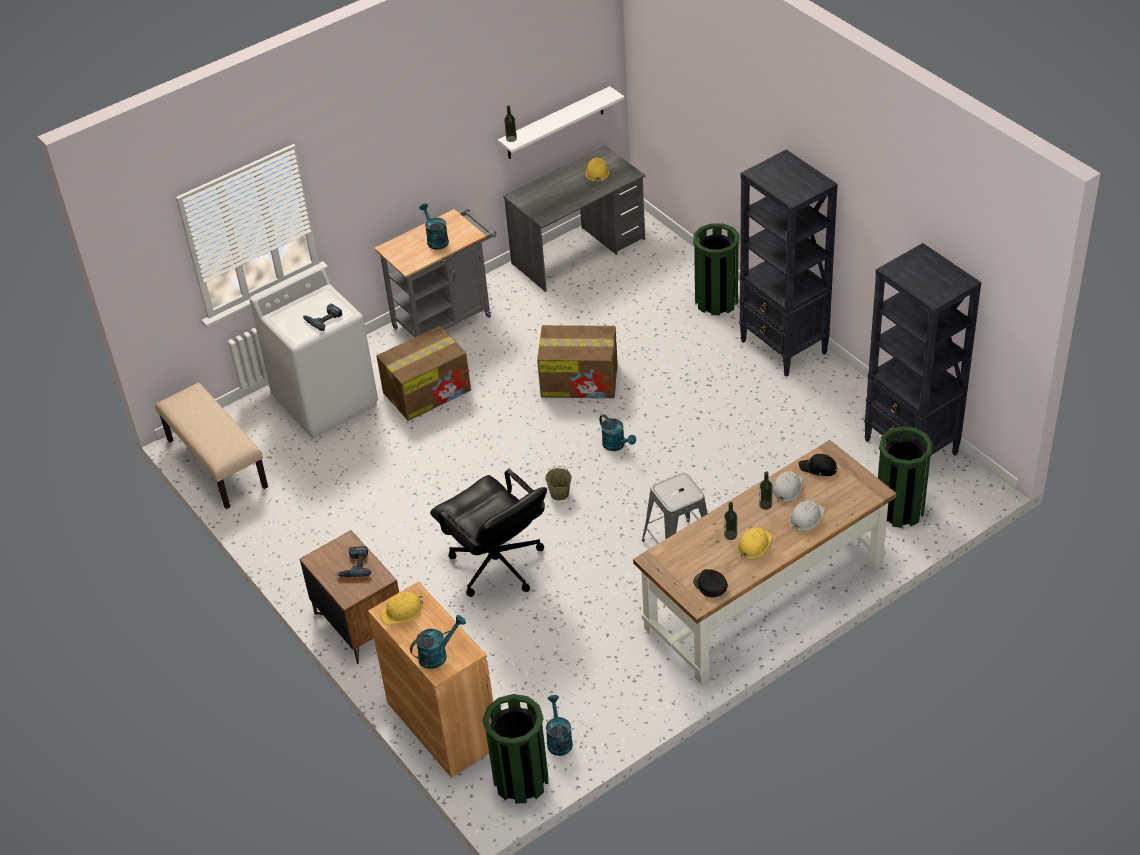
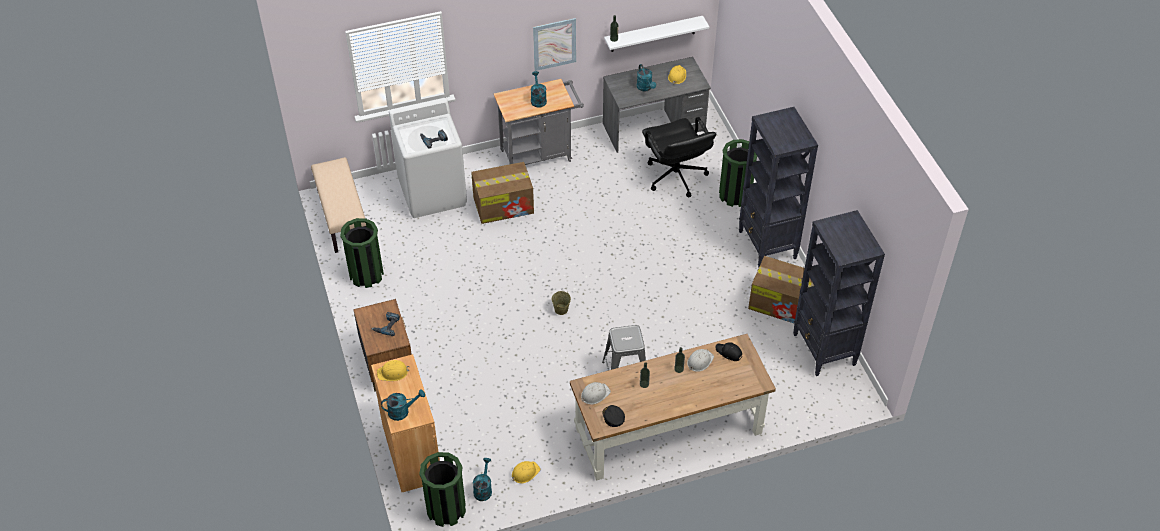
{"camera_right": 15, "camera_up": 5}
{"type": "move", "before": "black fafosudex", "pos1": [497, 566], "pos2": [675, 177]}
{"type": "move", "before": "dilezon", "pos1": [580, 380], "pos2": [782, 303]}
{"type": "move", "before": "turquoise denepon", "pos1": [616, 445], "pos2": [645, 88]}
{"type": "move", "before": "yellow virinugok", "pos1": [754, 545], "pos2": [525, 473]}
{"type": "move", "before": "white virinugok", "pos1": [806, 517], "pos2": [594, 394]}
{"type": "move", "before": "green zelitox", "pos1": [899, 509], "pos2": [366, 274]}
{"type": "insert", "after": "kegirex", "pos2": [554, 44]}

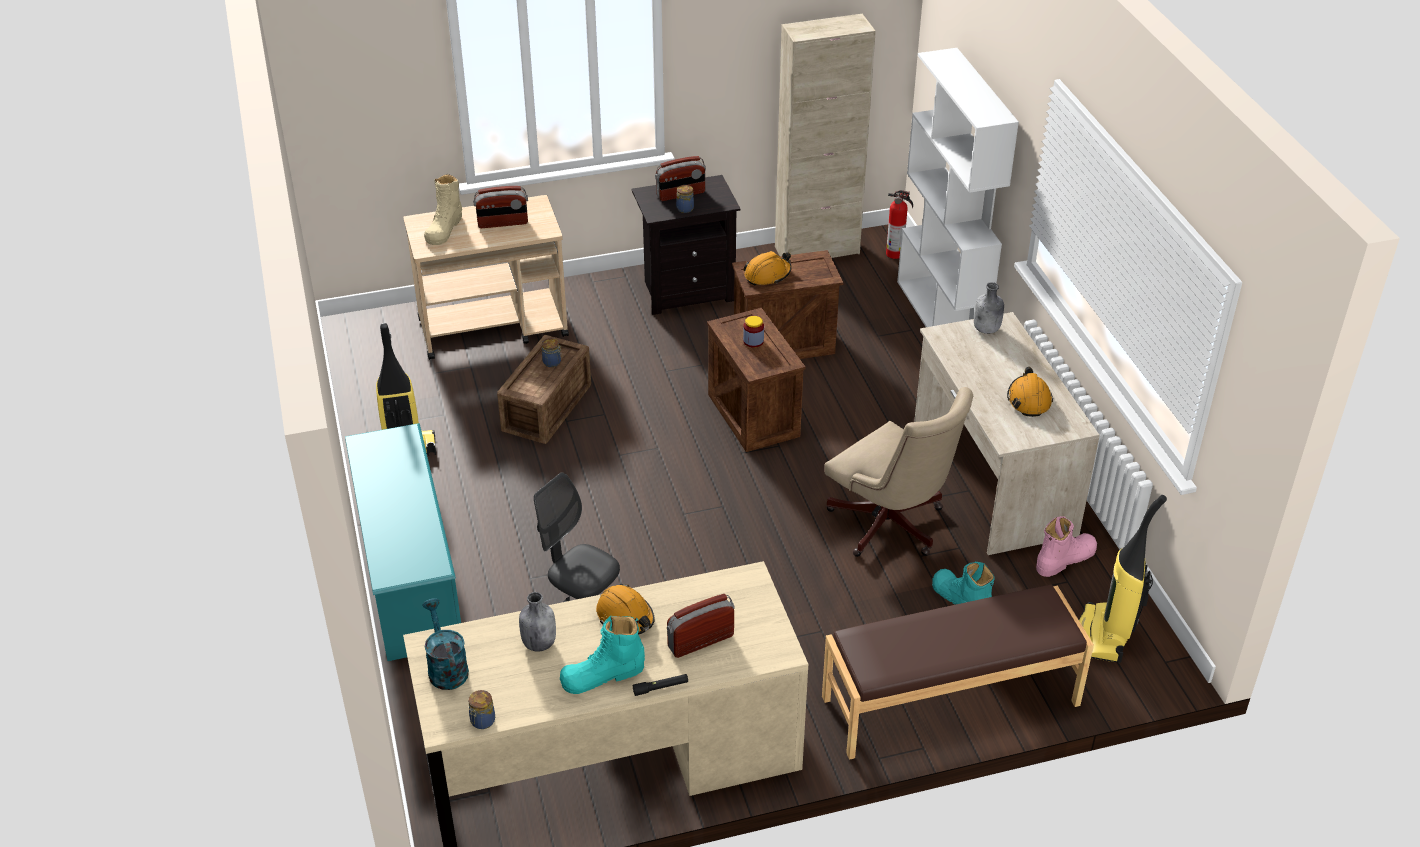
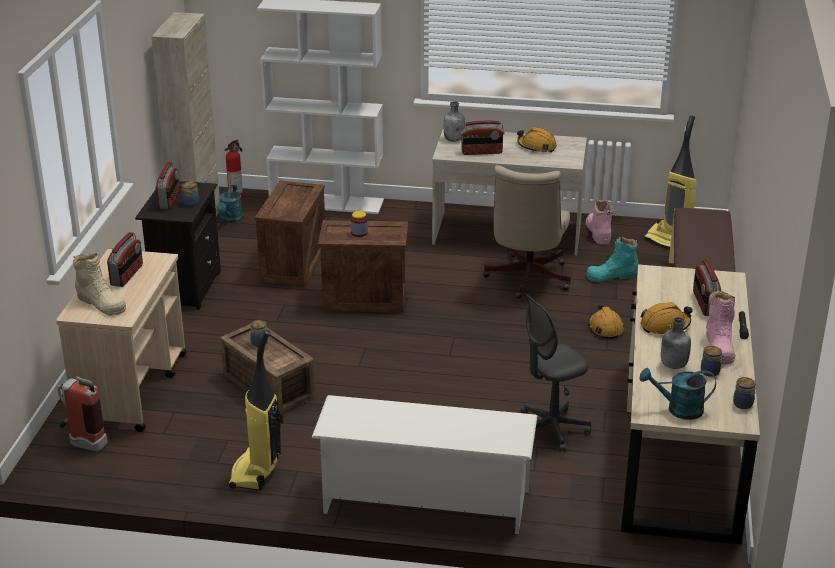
{"camera_right": -65, "camera_up": -10}
{"type": "recolor", "before": "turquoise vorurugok", "after": "white vorurugok", "pos1": [409, 577], "pos2": [424, 501]}
{"type": "recolor", "before": "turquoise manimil", "after": "pink manimil", "pos1": [603, 675], "pos2": [719, 347]}
{"type": "move", "before": "orange virinugok", "pos1": [767, 275], "pos2": [605, 328]}
{"type": "rotate", "before": "beige fafosudex", "pos1": [891, 527], "pos2": [526, 280], "turn": 120}
{"type": "insert", "after": "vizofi", "pos2": [82, 443]}
{"type": "insert", "after": "turquoise denepon", "pos2": [230, 220]}
{"type": "insert", "after": "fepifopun", "pos2": [481, 152]}
{"type": "insert", "after": "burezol", "pos2": [711, 372]}

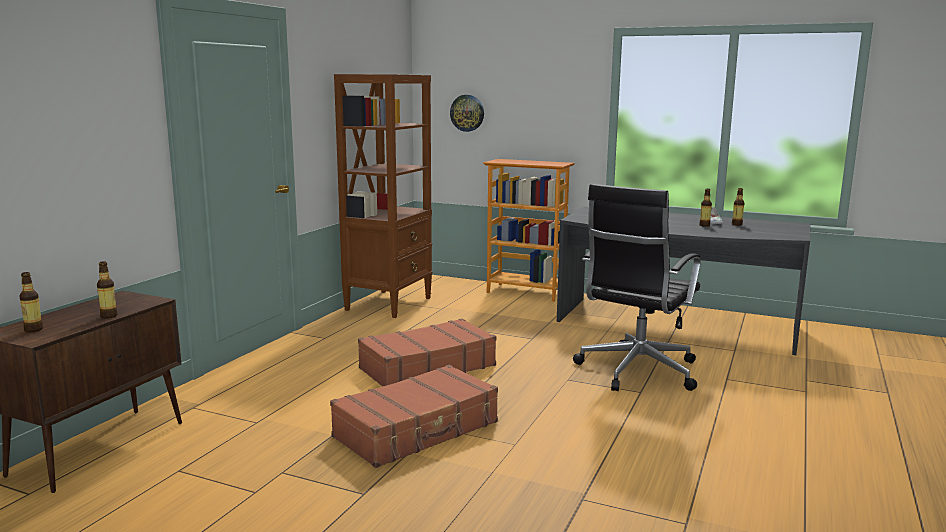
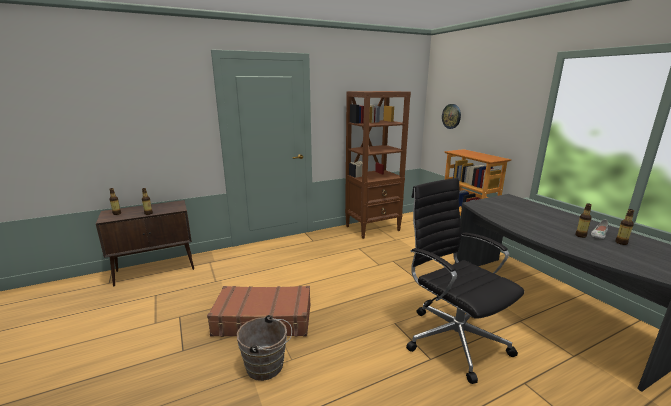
{"camera_right": 40, "camera_up": 5}
{"type": "delete", "before": "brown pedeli", "pos1": [426, 367]}
{"type": "rotate", "before": "black fafosudex", "pos1": [636, 371], "pos2": [453, 338], "turn": 75}
{"type": "insert", "after": "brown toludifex", "pos2": [267, 366]}

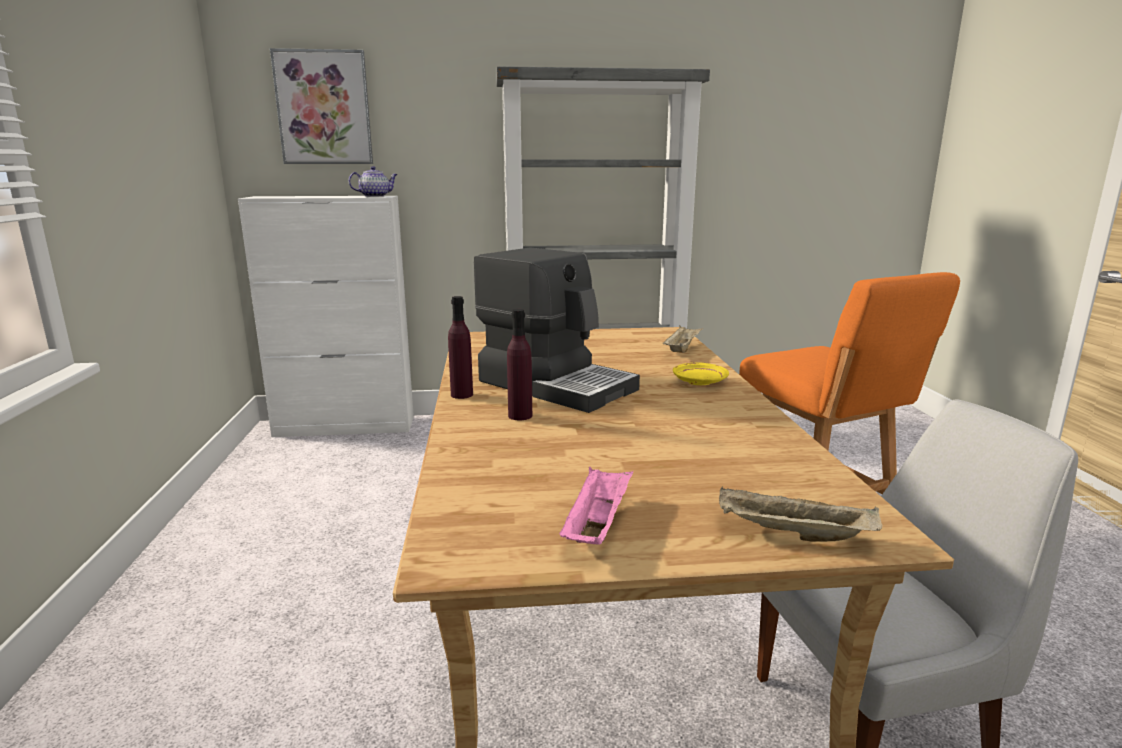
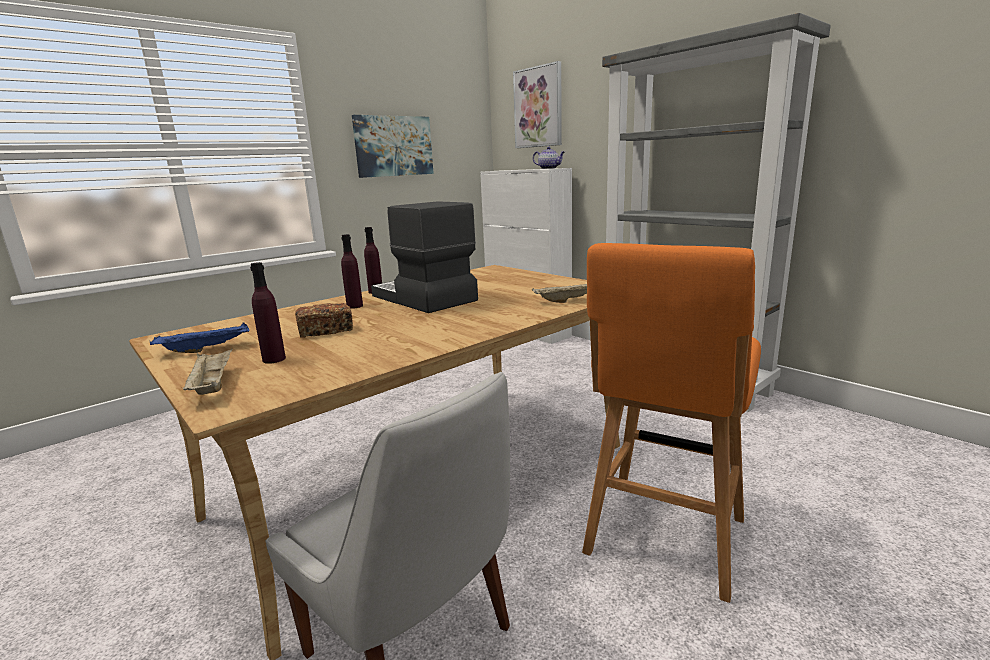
{"camera_right": 55, "camera_up": 0}
{"type": "rotate", "before": "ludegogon", "pos1": [557, 384], "pos2": [423, 299], "turn": 135}
{"type": "recolor", "before": "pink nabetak", "after": "blue nabetak", "pos1": [597, 525], "pos2": [207, 349]}
{"type": "delete", "before": "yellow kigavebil", "pos1": [699, 382]}
{"type": "insert", "after": "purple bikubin", "pos2": [274, 359]}
{"type": "insert", "after": "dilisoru", "pos2": [326, 331]}
{"type": "insert", "after": "kegirex", "pos2": [393, 146]}

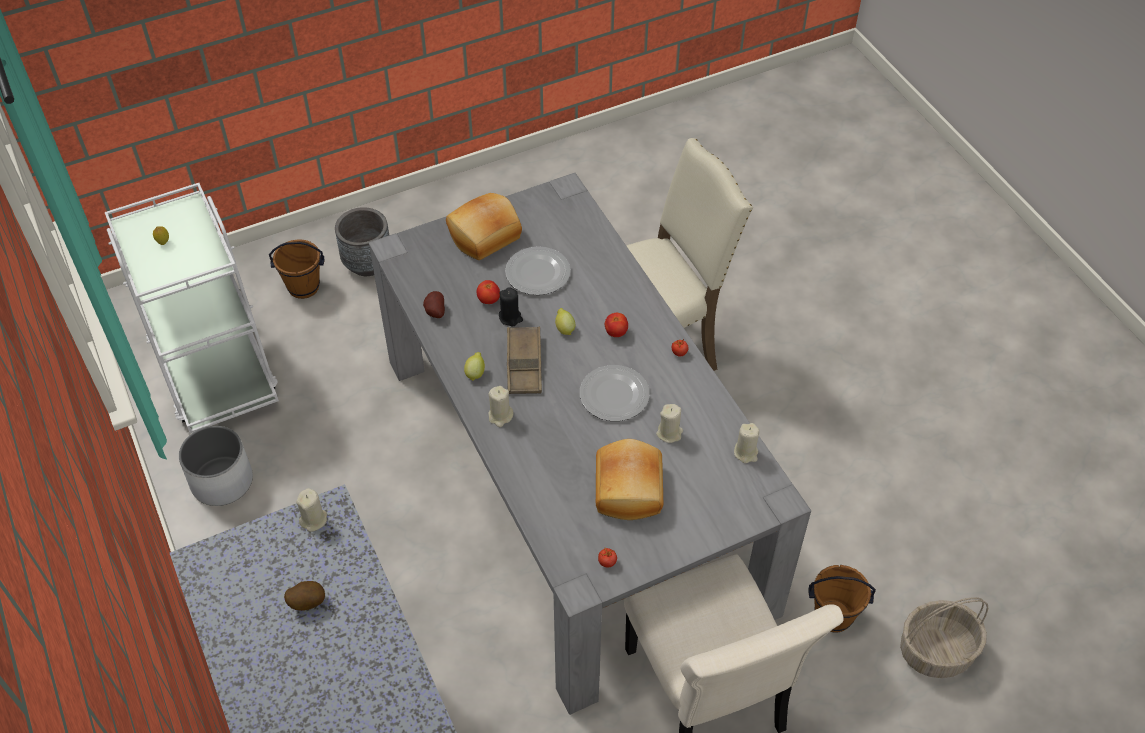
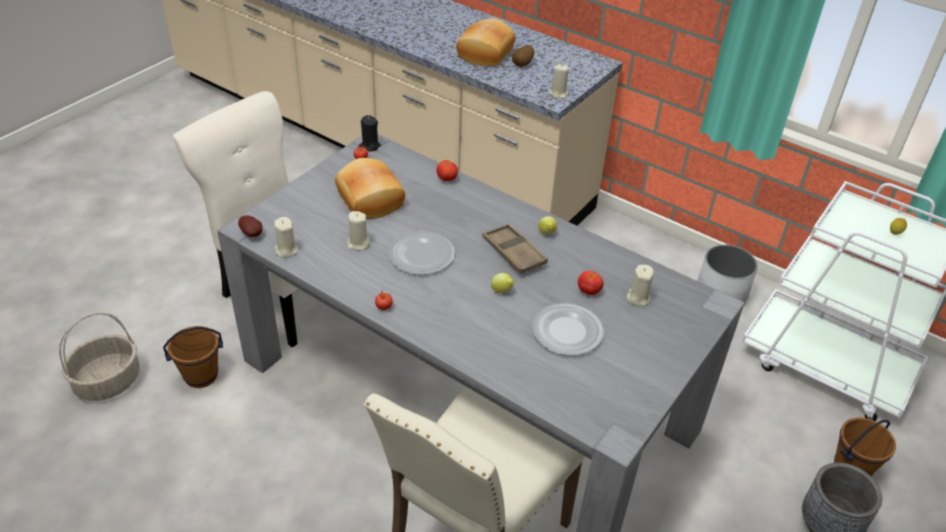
{"camera_right": 150, "camera_up": -10}
{"type": "move", "before": "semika", "pos1": [434, 312], "pos2": [252, 234]}
{"type": "move", "before": "dilisoru", "pos1": [485, 236], "pos2": [484, 53]}
{"type": "move", "before": "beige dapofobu", "pos1": [500, 416], "pos2": [638, 298]}
{"type": "move", "before": "black dapofobu", "pos1": [510, 317], "pos2": [369, 146]}
{"type": "move", "before": "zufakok", "pos1": [616, 332], "pos2": [447, 179]}

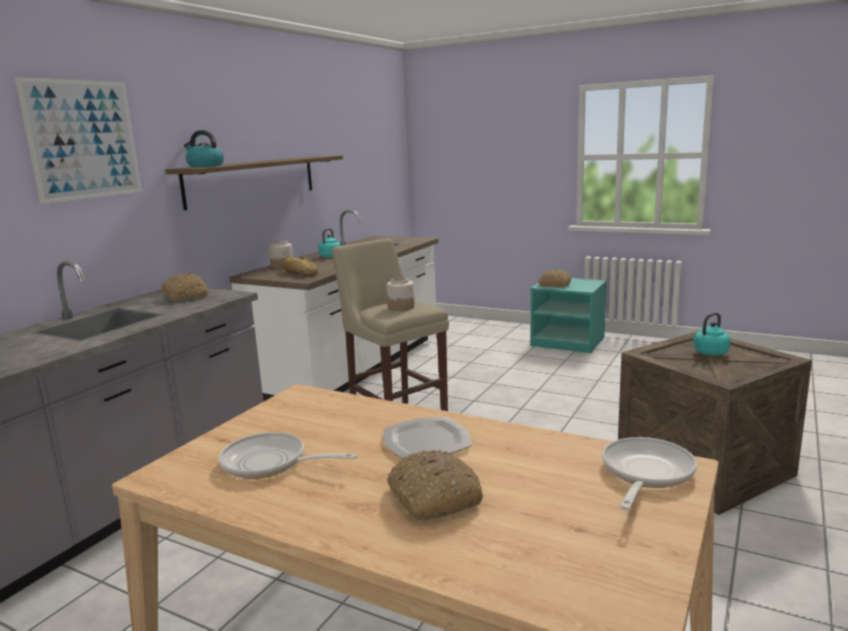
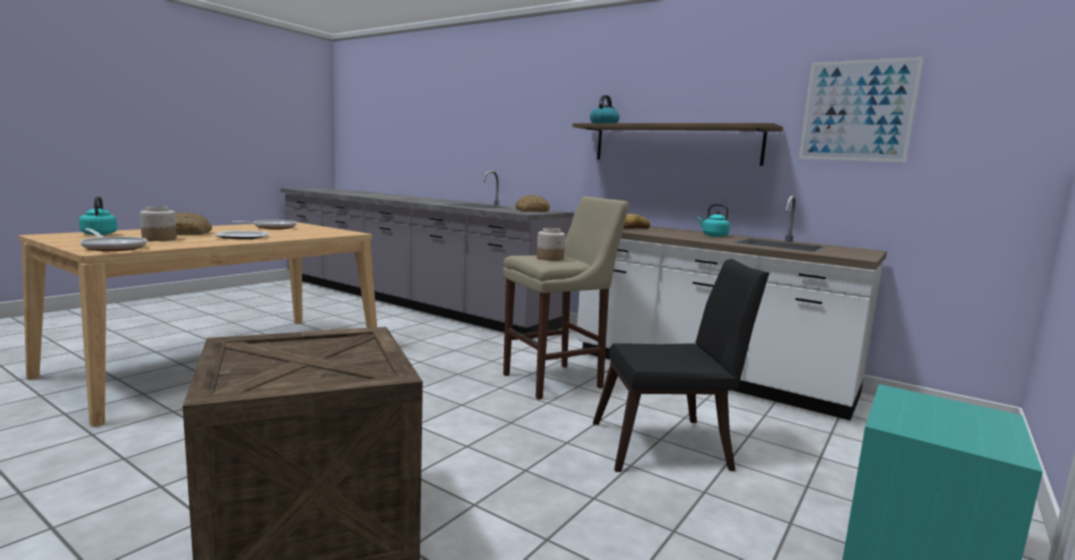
{"camera_right": 95, "camera_up": -5}
{"type": "move", "before": "kegirex", "pos1": [83, 140], "pos2": [857, 111]}
{"type": "move", "before": "burezol", "pos1": [282, 266], "pos2": [159, 239]}
{"type": "delete", "before": "dilisoru", "pos1": [554, 284]}
{"type": "move", "before": "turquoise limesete", "pos1": [709, 353], "pos2": [100, 234]}
{"type": "insert", "after": "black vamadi", "pos2": [669, 446]}

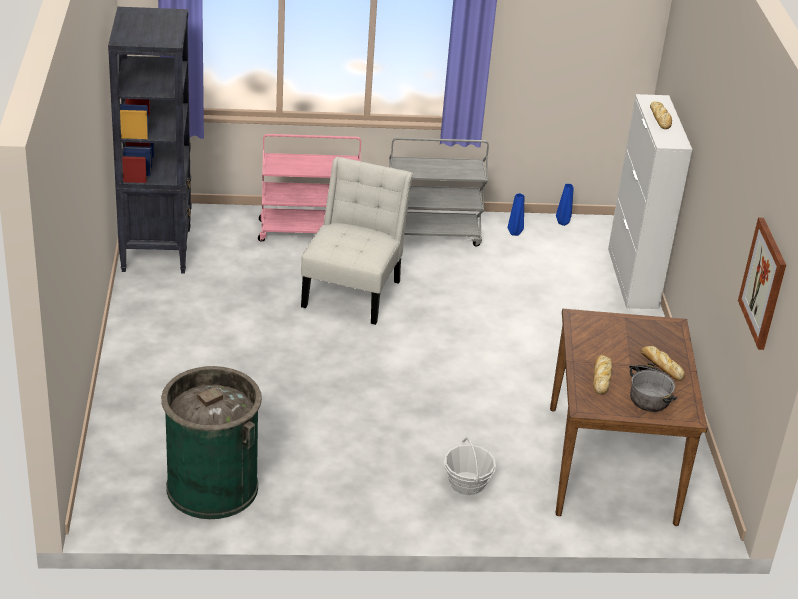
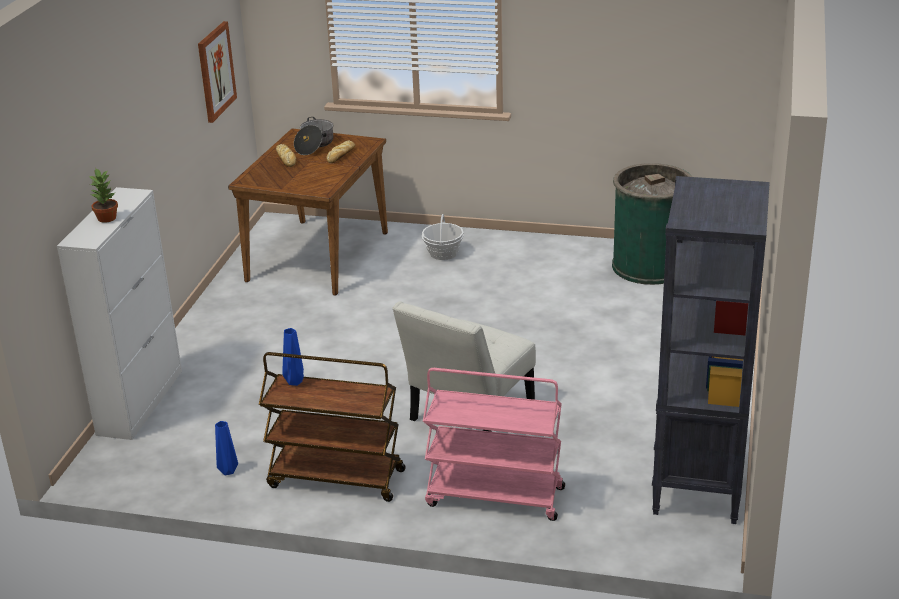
{"camera_right": -160, "camera_up": -5}
{"type": "recolor", "before": "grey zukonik", "after": "brown zukonik", "pos1": [431, 234], "pos2": [335, 479]}
{"type": "move", "before": "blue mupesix", "pos1": [562, 223], "pos2": [295, 381]}
{"type": "replace", "before": "dilisoru", "after": "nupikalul", "pos1": [660, 119], "pos2": [107, 218]}

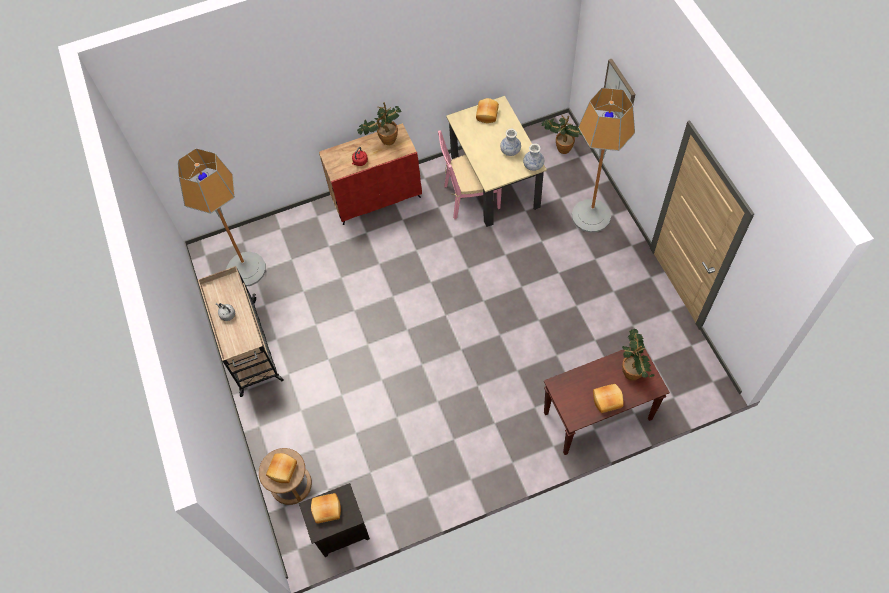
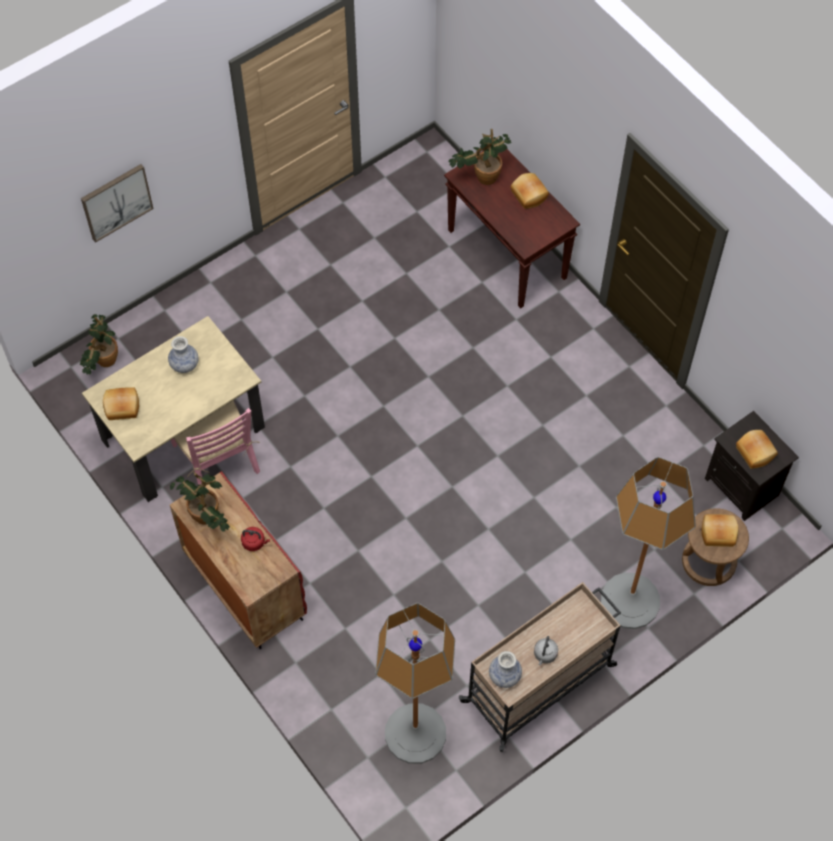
{"camera_right": -110, "camera_up": 0}
{"type": "move", "before": "mupesix", "pos1": [533, 165], "pos2": [504, 675]}
{"type": "move", "before": "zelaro", "pos1": [591, 216], "pos2": [630, 601]}

